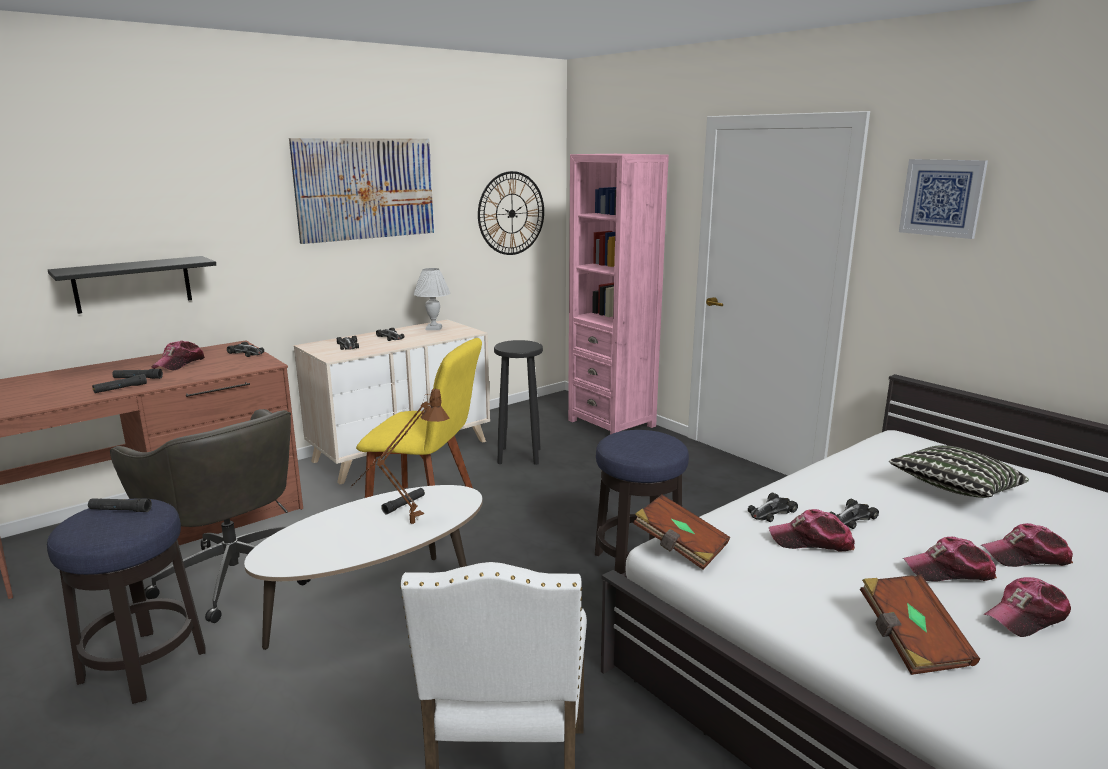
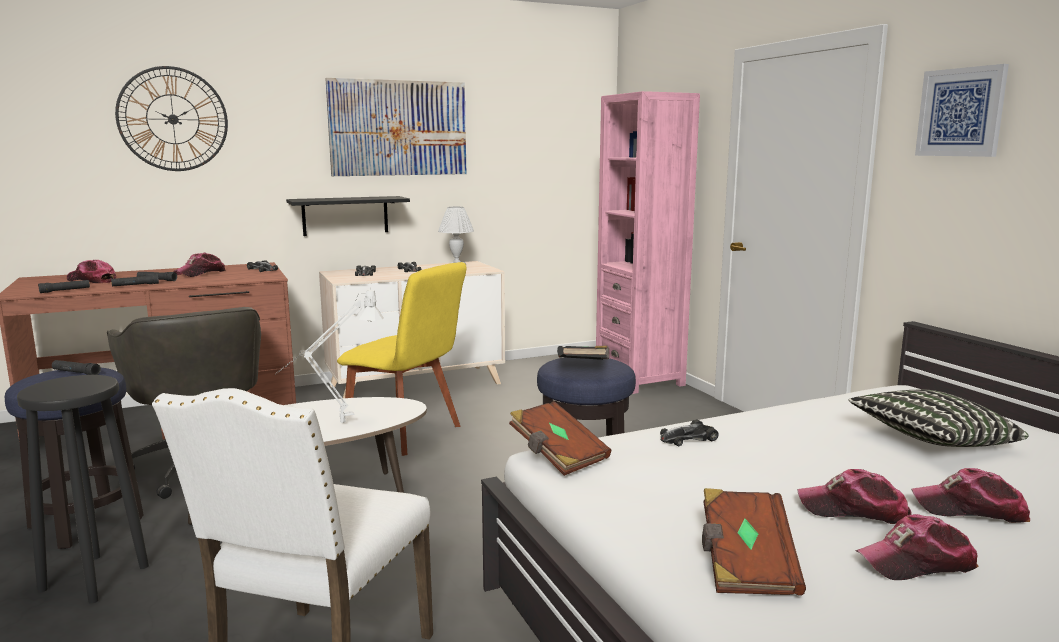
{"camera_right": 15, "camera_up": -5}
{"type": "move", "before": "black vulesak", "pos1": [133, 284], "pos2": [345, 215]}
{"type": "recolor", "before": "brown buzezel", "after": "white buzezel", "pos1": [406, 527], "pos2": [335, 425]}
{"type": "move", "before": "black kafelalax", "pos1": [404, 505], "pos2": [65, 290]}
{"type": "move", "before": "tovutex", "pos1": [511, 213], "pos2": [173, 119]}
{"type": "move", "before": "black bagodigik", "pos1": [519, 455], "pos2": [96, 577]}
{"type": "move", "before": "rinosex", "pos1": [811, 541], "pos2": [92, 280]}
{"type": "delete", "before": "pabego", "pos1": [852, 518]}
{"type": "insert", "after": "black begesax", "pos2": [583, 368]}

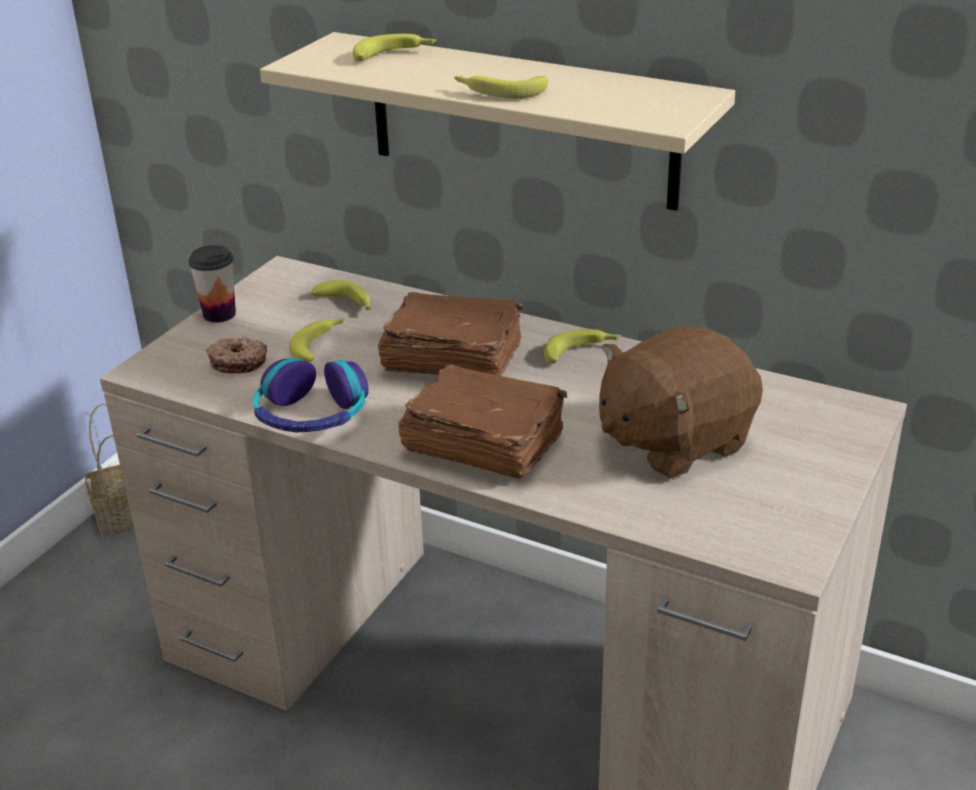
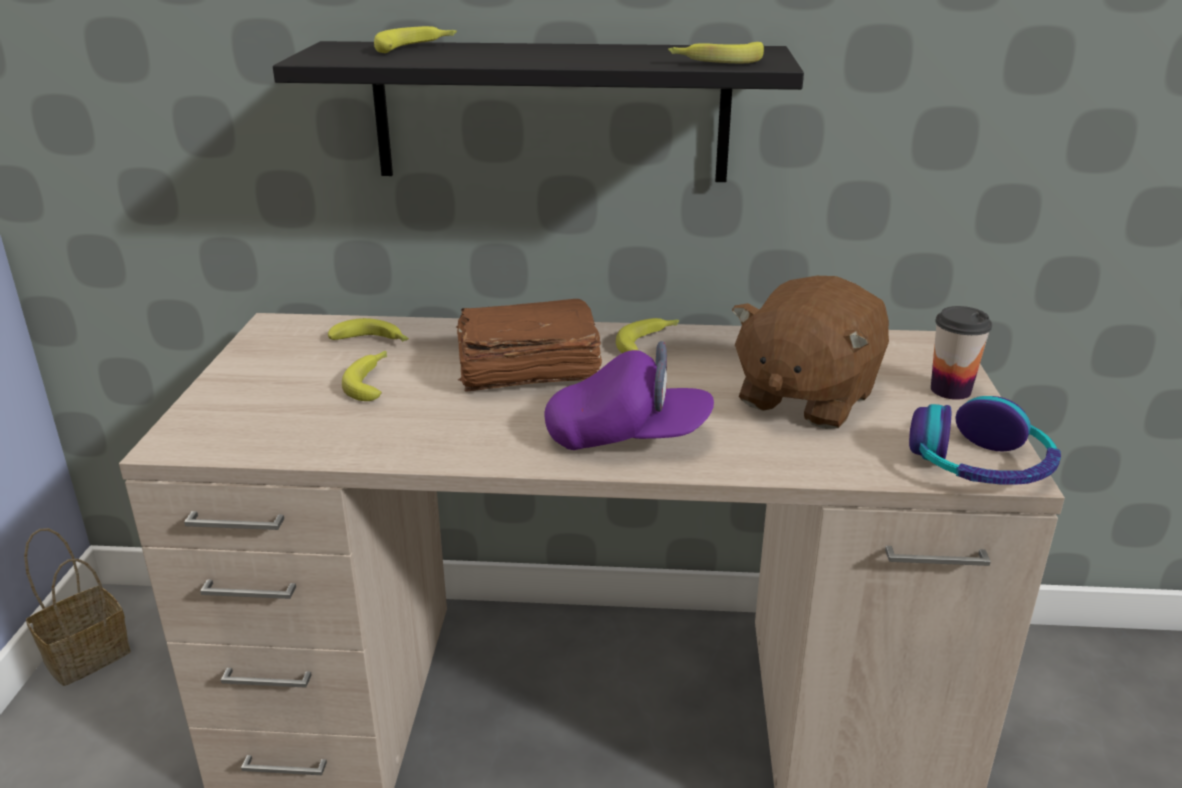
{"camera_right": -25, "camera_up": -5}
{"type": "move", "before": "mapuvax", "pos1": [219, 314], "pos2": [950, 390]}
{"type": "delete", "before": "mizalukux", "pos1": [238, 362]}
{"type": "move", "before": "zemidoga", "pos1": [311, 415], "pos2": [980, 466]}
{"type": "recolor", "before": "beige vulesak", "after": "black vulesak", "pos1": [521, 120], "pos2": [551, 112]}
{"type": "replace", "before": "brown begesax", "after": "purple rinosex", "pos1": [482, 444], "pos2": [627, 437]}
{"type": "move", "before": "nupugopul", "pos1": [499, 91], "pos2": [716, 61]}

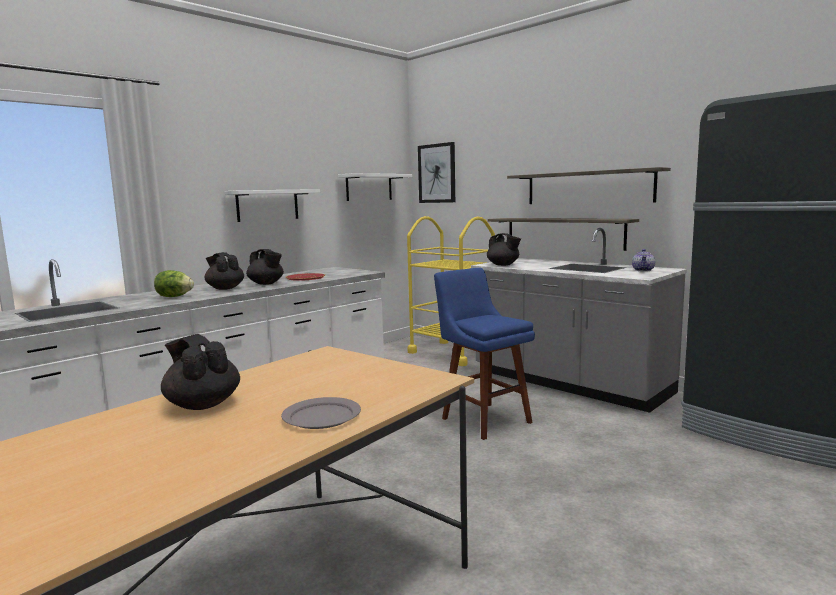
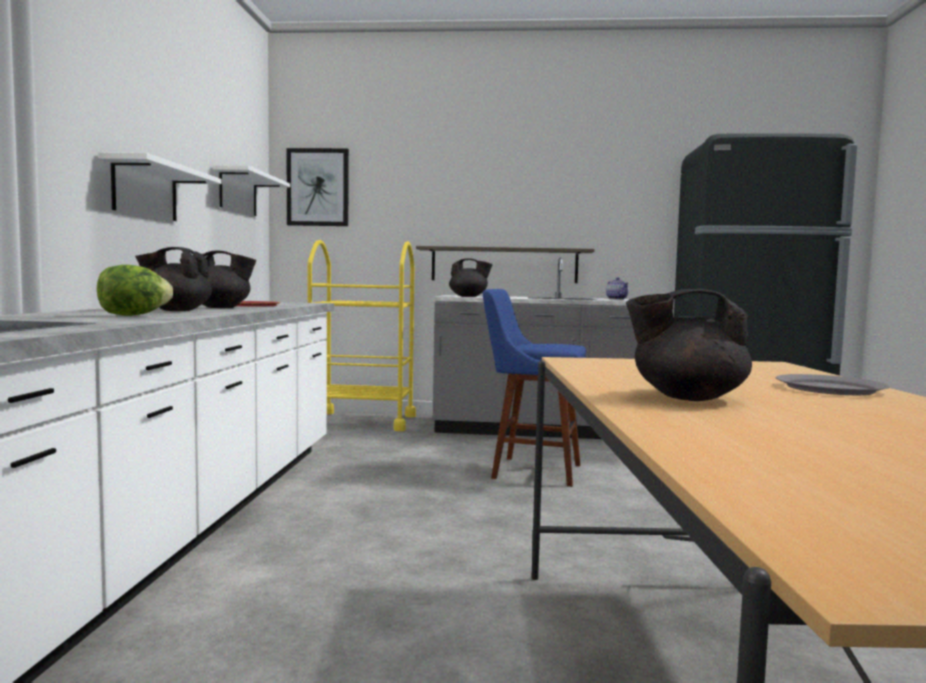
{"camera_right": -40, "camera_up": -5}
{"type": "delete", "before": "vulesak", "pos1": [588, 187]}

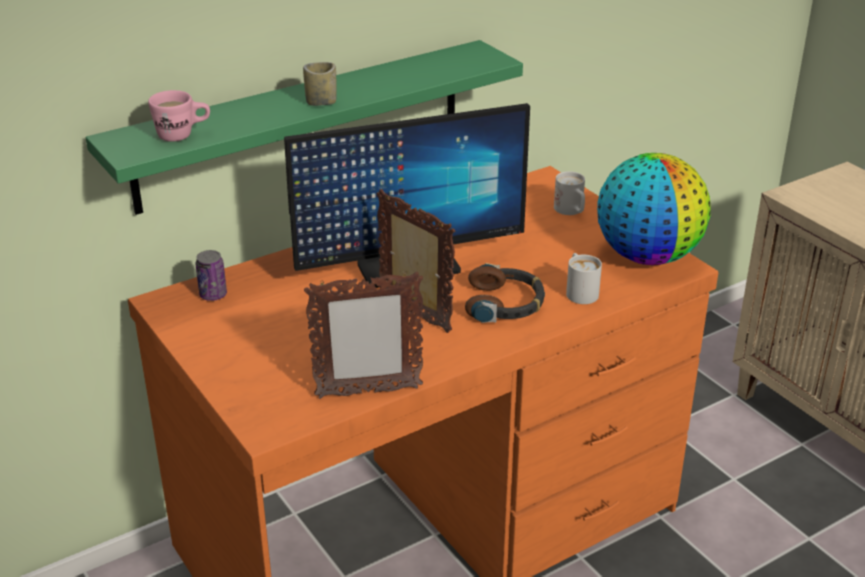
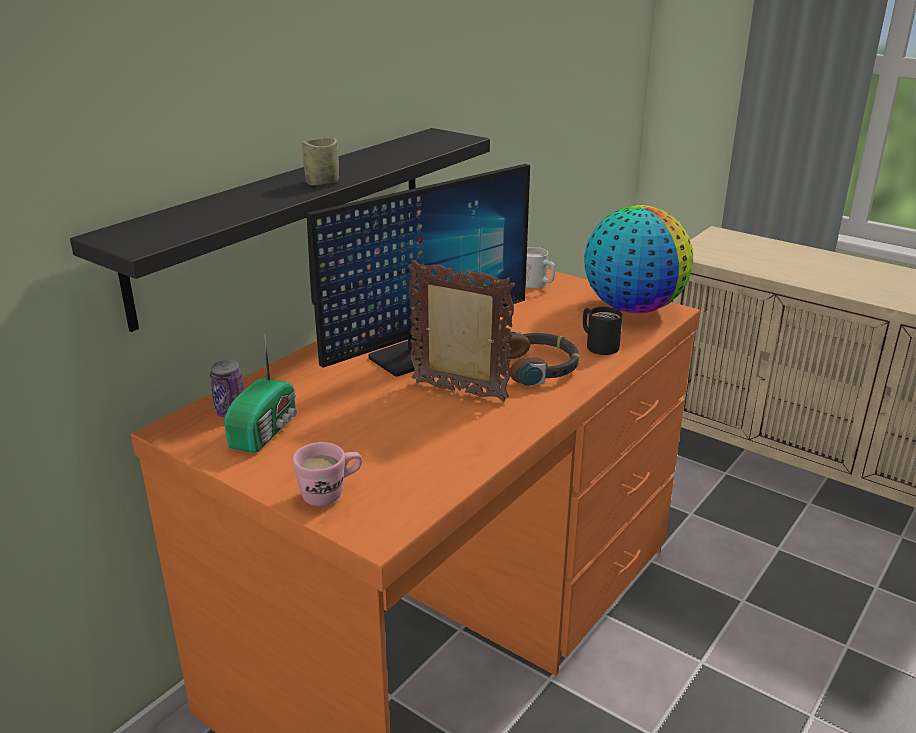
{"camera_right": -20, "camera_up": -5}
{"type": "recolor", "before": "green vulesak", "after": "black vulesak", "pos1": [302, 125], "pos2": [288, 219]}
{"type": "move", "before": "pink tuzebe", "pos1": [183, 135], "pos2": [331, 493]}
{"type": "delete", "before": "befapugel", "pos1": [367, 392]}
{"type": "recolor", "before": "white tuzebe", "after": "black tuzebe", "pos1": [579, 291], "pos2": [597, 345]}
{"type": "insert", "after": "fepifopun", "pos2": [266, 430]}

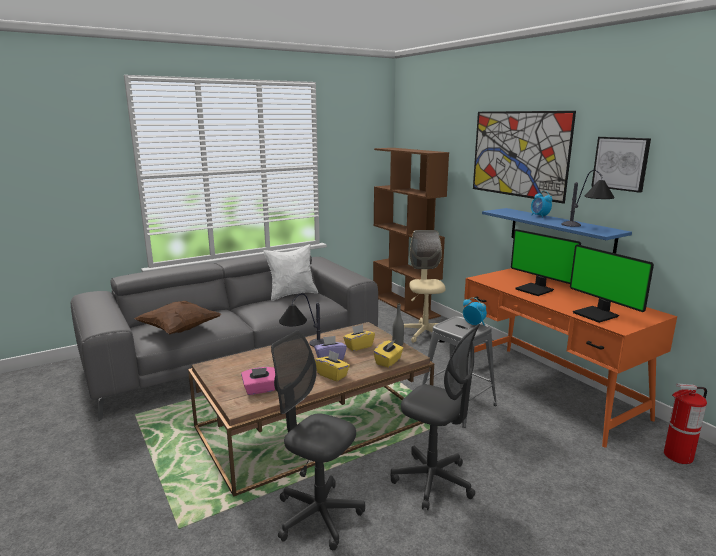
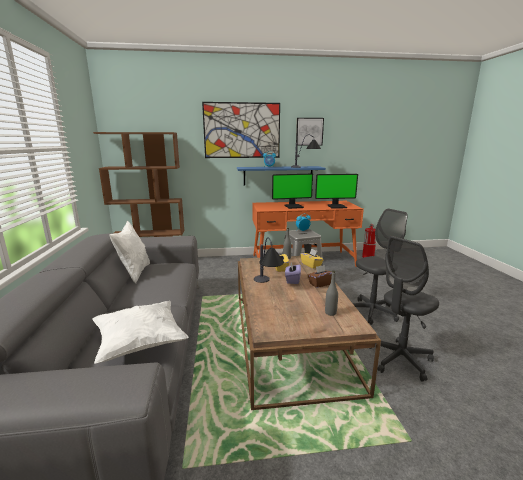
{"camera_right": -65, "camera_up": 0}
{"type": "recolor", "before": "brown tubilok", "after": "white tubilok", "pos1": [179, 329], "pos2": [140, 343]}
{"type": "replace", "before": "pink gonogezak", "after": "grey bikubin", "pos1": [260, 390], "pos2": [330, 313]}
{"type": "recolor", "before": "yellow gonogezak", "after": "brown gonogezak", "pos1": [332, 375], "pos2": [320, 284]}
{"type": "delete", "before": "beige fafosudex", "pos1": [424, 334]}

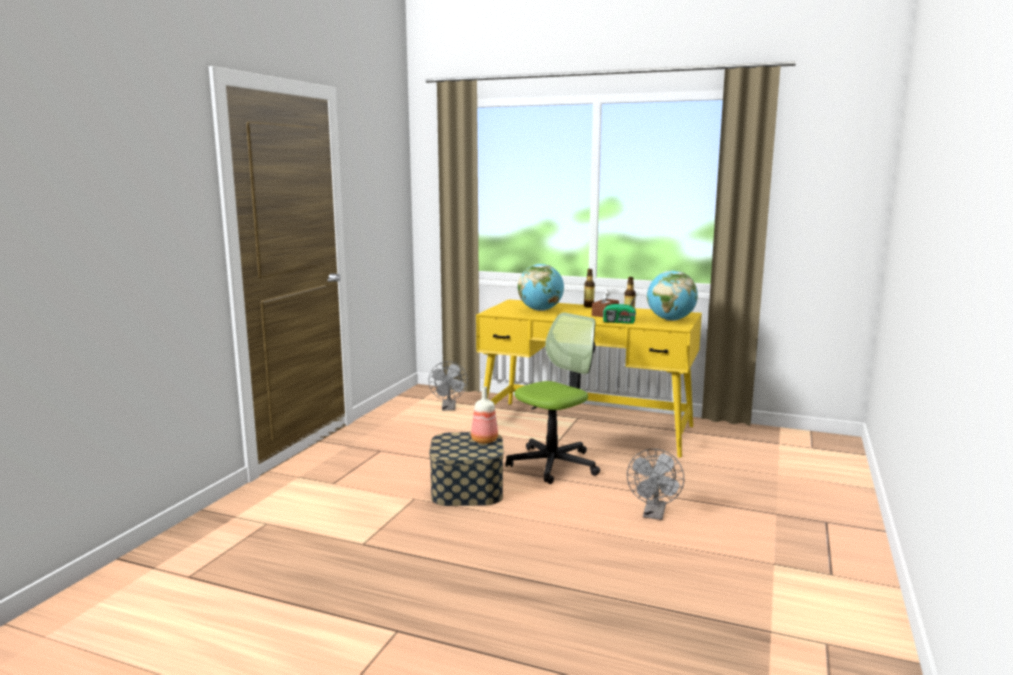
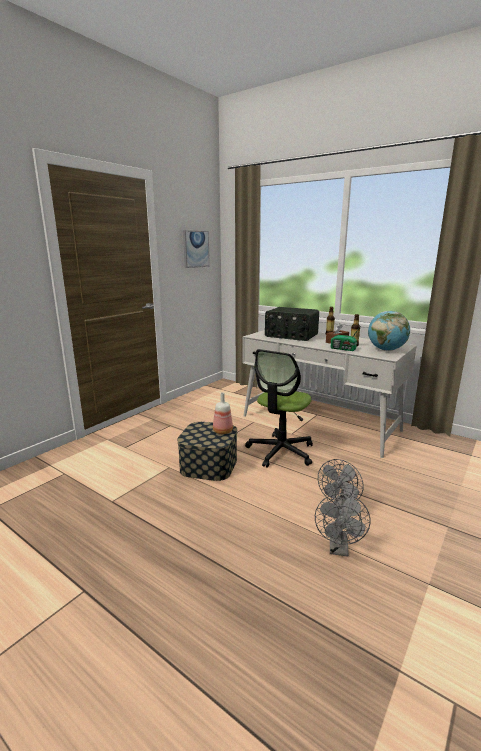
{"camera_right": 15, "camera_up": 5}
{"type": "move", "before": "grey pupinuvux", "pos1": [449, 408], "pos2": [339, 549]}
{"type": "recolor", "before": "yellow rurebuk", "after": "white rurebuk", "pos1": [586, 427], "pos2": [319, 423]}
{"type": "rotate", "before": "fafosudex", "pos1": [553, 464], "pos2": [280, 451], "turn": 150}
{"type": "replace", "before": "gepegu", "after": "fepifopun", "pos1": [540, 310], "pos2": [291, 336]}
{"type": "insert", "after": "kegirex", "pos2": [195, 249]}

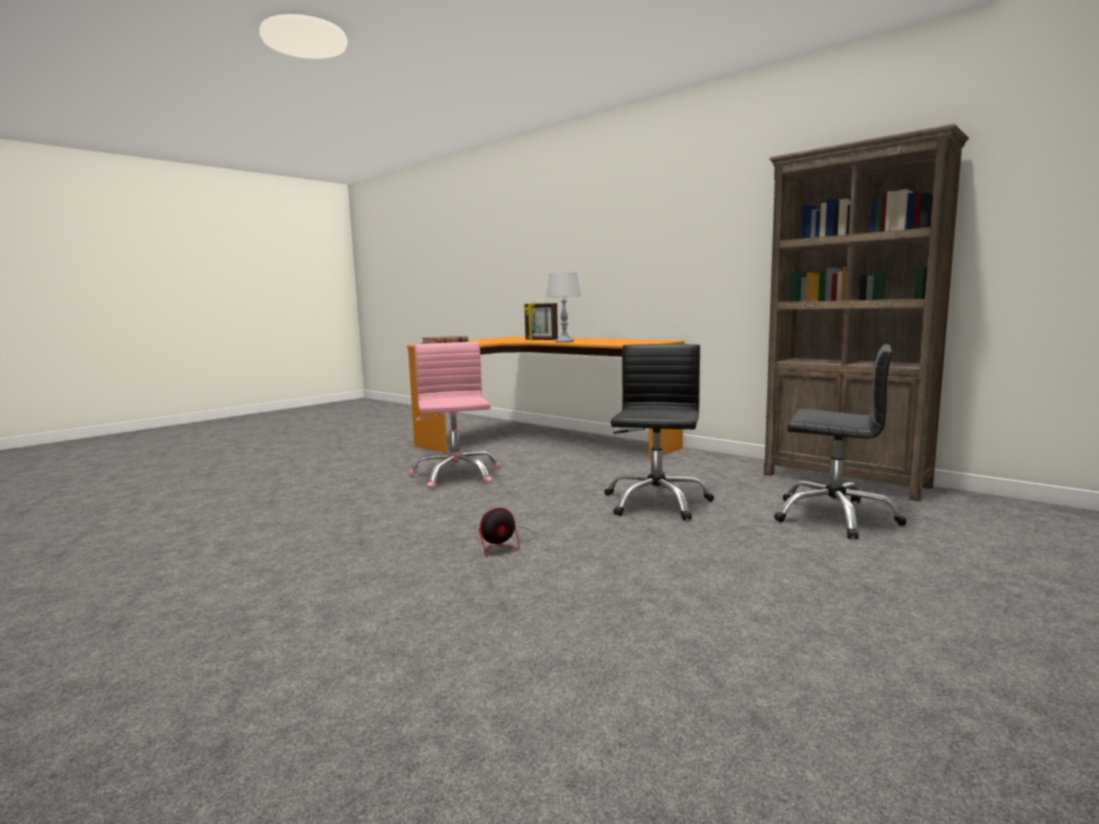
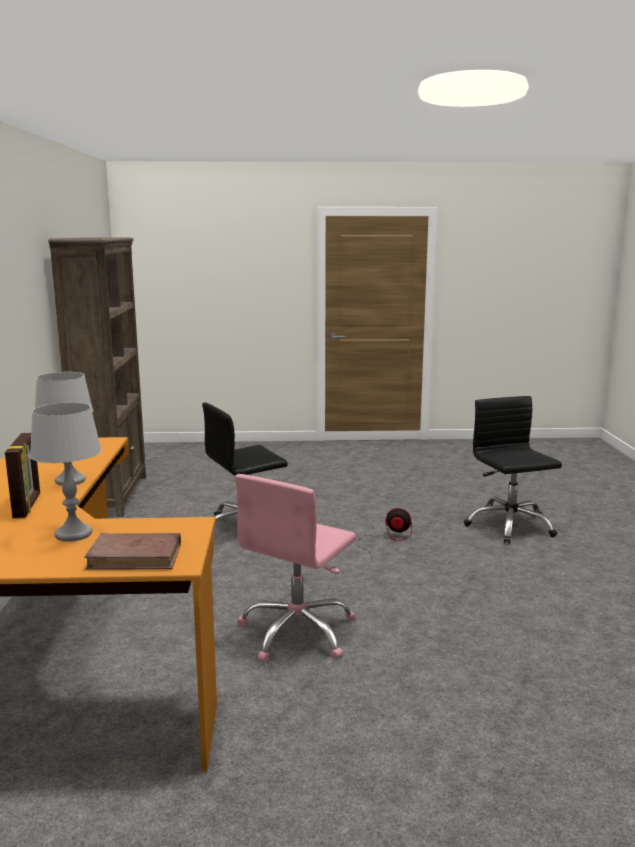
{"camera_right": -135, "camera_up": 5}
{"type": "move", "before": "black fafosudex", "pos1": [834, 516], "pos2": [509, 525]}
{"type": "insert", "after": "grey buzezel", "pos2": [73, 534]}

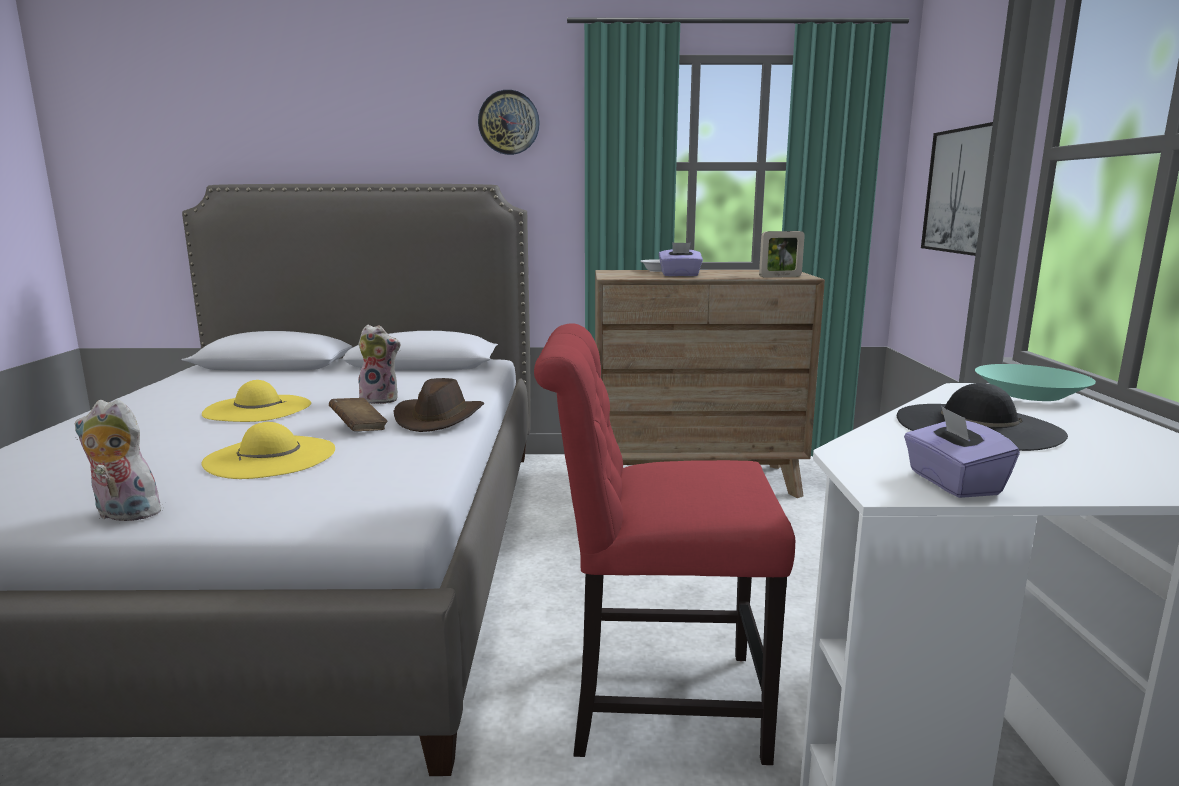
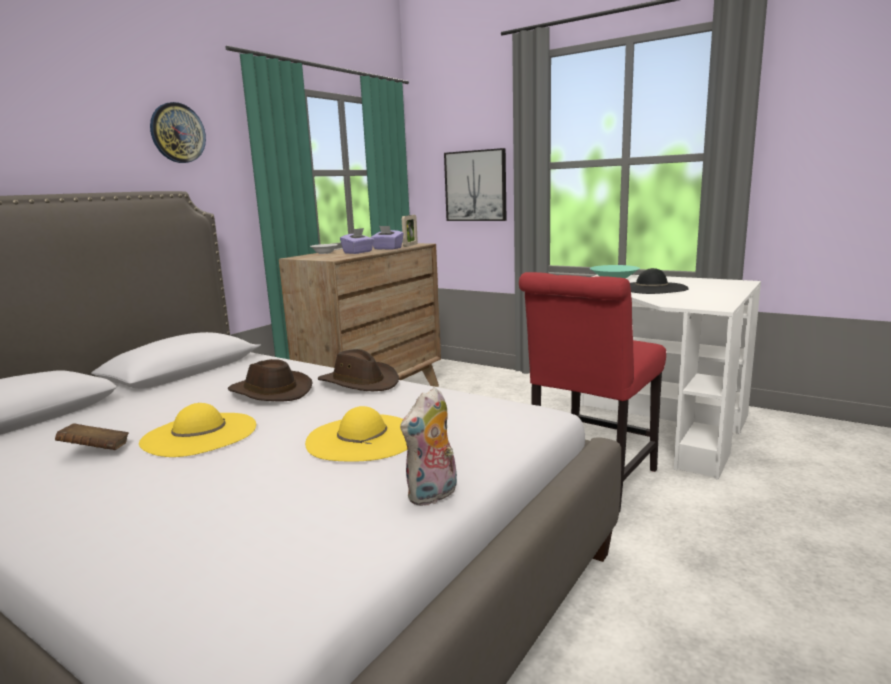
{"camera_right": -55, "camera_up": 0}
{"type": "move", "before": "brown begesax", "pos1": [359, 428], "pos2": [96, 451]}
{"type": "replace", "before": "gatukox", "after": "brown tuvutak", "pos1": [381, 399], "pos2": [269, 392]}
{"type": "move", "before": "purple gonogezak", "pos1": [952, 483], "pos2": [387, 248]}

